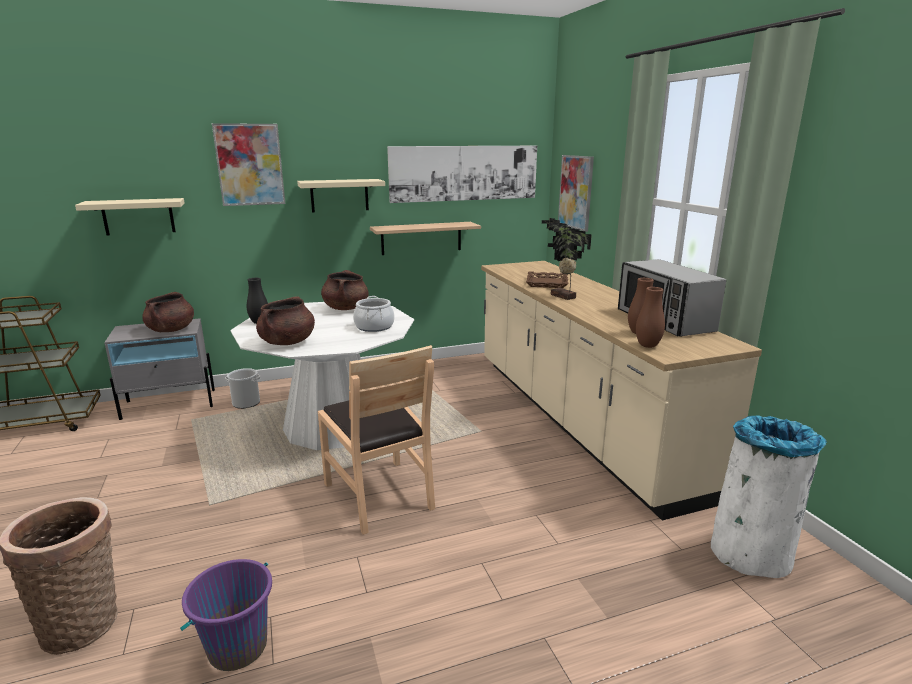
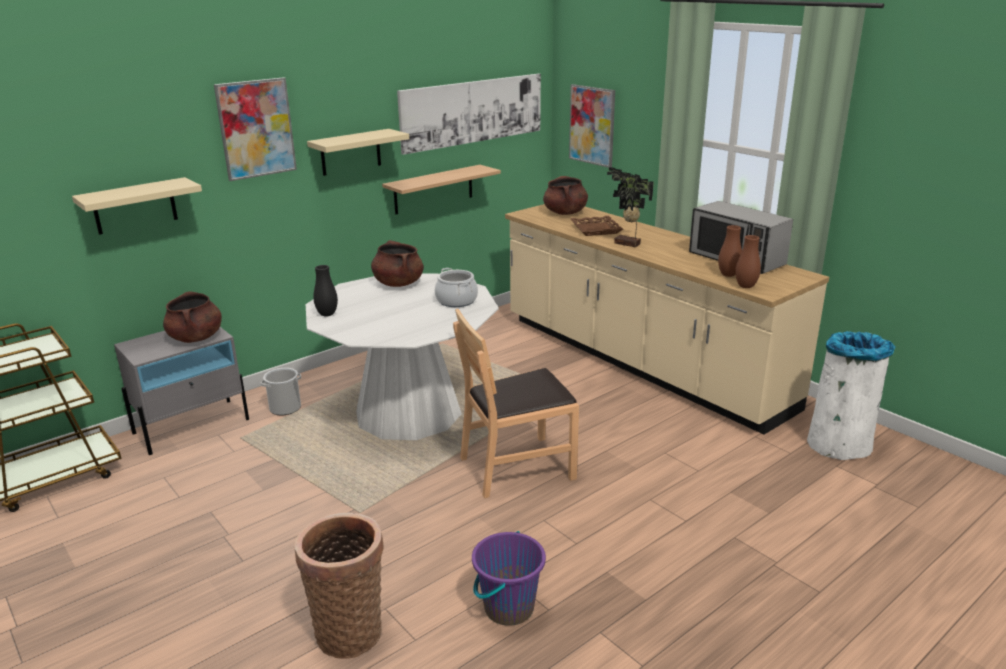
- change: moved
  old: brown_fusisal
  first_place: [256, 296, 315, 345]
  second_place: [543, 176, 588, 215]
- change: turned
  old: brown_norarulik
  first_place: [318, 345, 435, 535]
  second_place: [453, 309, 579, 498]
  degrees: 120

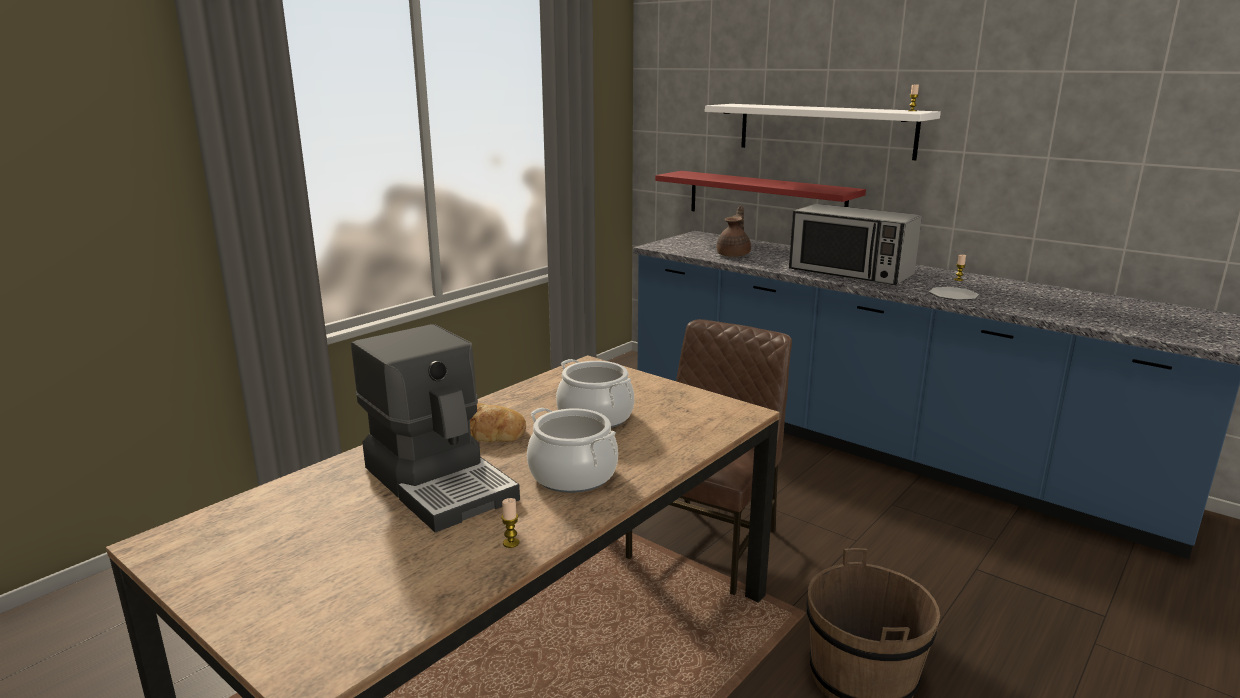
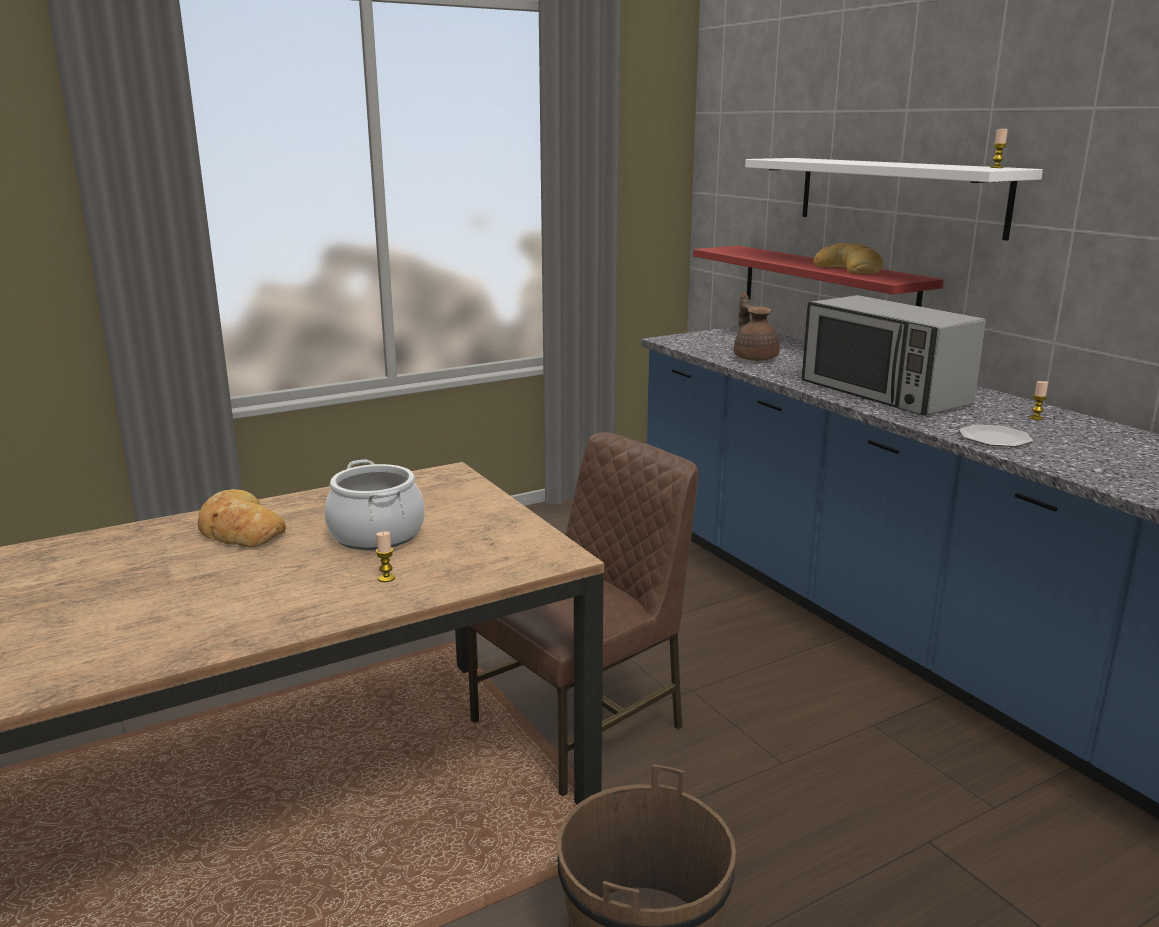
- change: removed
  old: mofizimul
  first_place: [351, 324, 520, 532]
- change: moved
  old: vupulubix
  first_place: [501, 498, 519, 548]
  second_place: [376, 531, 395, 582]
- change: removed
  old: fusisal
  first_place: [527, 408, 618, 493]
- change: turned
  old: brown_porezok
  first_place: [717, 205, 751, 257]
  second_place: [734, 292, 780, 361]
  degrees: -60
- change: added
  new: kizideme
  second_place: [814, 243, 883, 275]

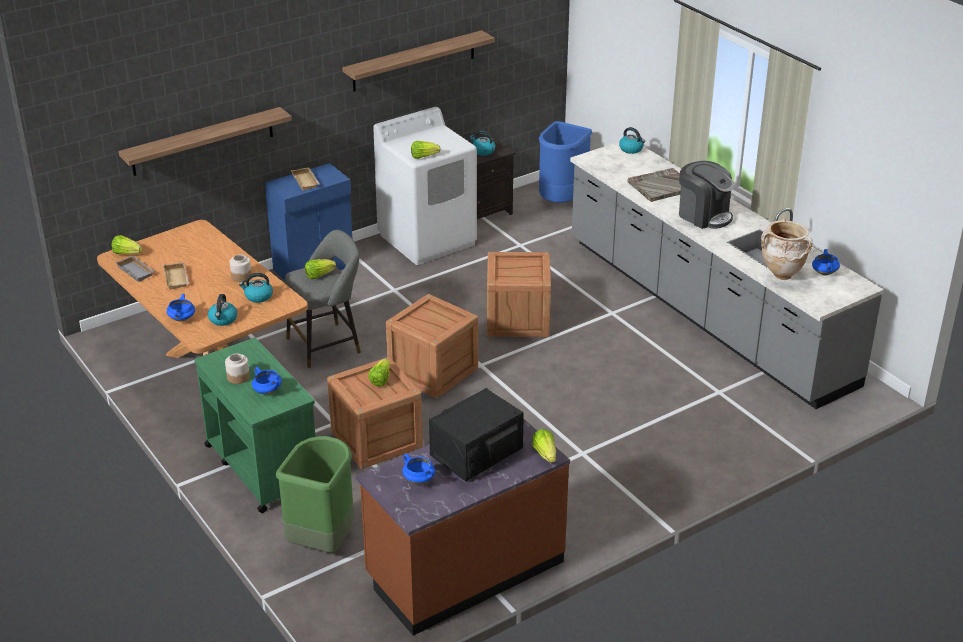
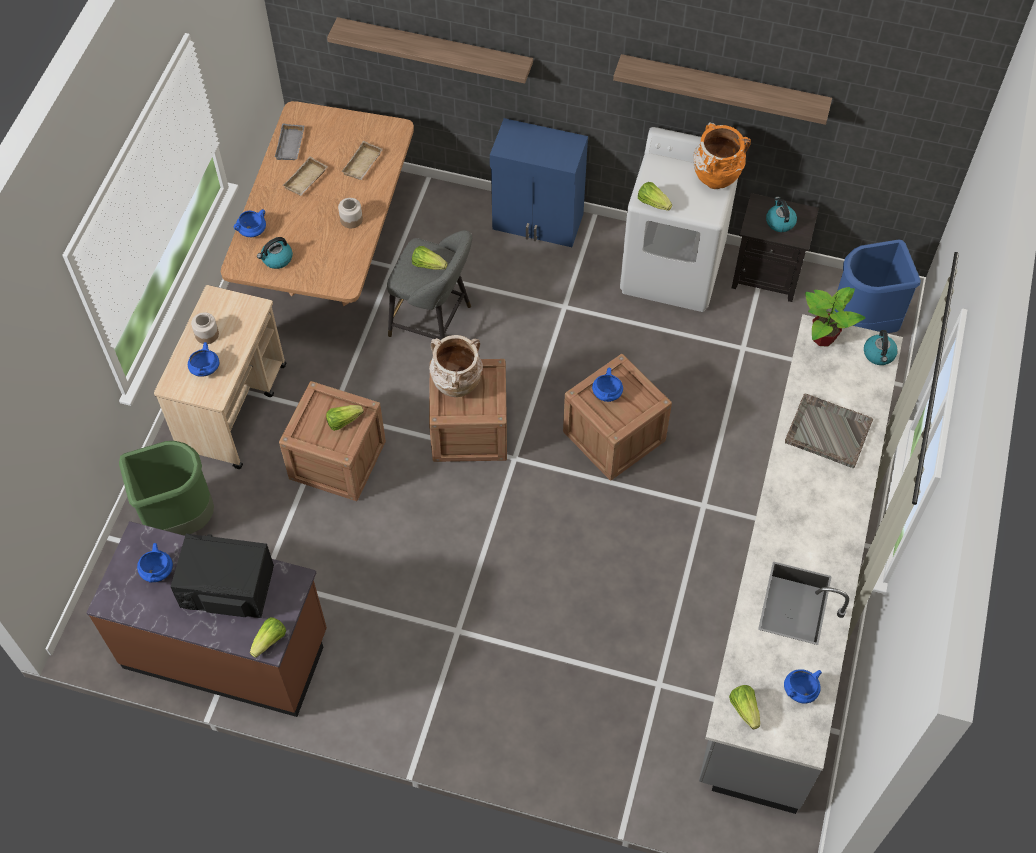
- change: moved
  old: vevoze
  first_place: [111, 235, 143, 254]
  second_place: [729, 685, 760, 729]
- change: recoloured
  old: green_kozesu
  new: beige_kozesu
  first_place: [194, 338, 316, 513]
  second_place: [154, 285, 287, 469]
- change: removed
  old: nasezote
  first_place: [239, 273, 273, 303]
- change: moved
  old: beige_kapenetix
  first_place: [291, 167, 320, 191]
  second_place: [341, 141, 383, 180]
- change: removed
  old: mofizimul
  first_place: [679, 161, 734, 229]
- change: moved
  old: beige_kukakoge
  first_place: [761, 218, 813, 280]
  second_place: [429, 335, 483, 397]
- change: added
  new: blue_fusisal
  second_place: [592, 368, 623, 402]
- change: added
  new: orange_kukakoge
  second_place: [693, 122, 751, 189]
- change: added
  new: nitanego
  second_place: [805, 287, 866, 347]

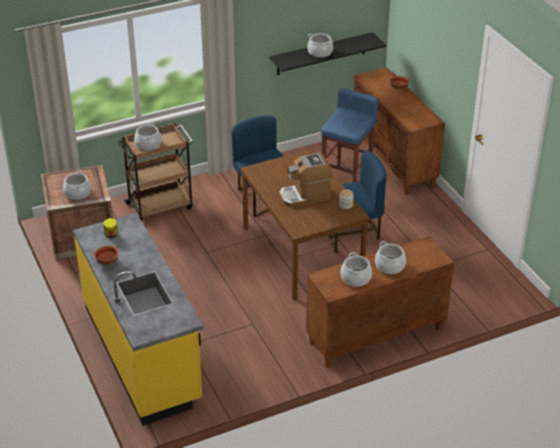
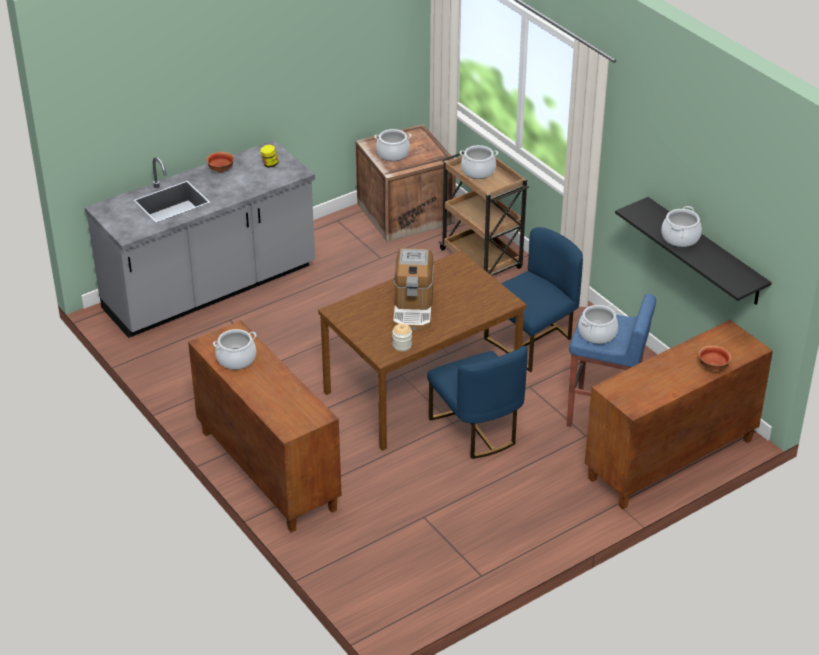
- change: recoloured
  old: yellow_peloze
  new: grey_peloze
  first_place: [73, 213, 203, 426]
  second_place: [85, 140, 315, 338]
- change: turned
  old: mofizimul
  first_place: [279, 153, 333, 207]
  second_place: [393, 248, 434, 331]
  degrees: -150
- change: moved
  old: fusisal
  first_place: [375, 241, 406, 274]
  second_place: [578, 305, 618, 344]

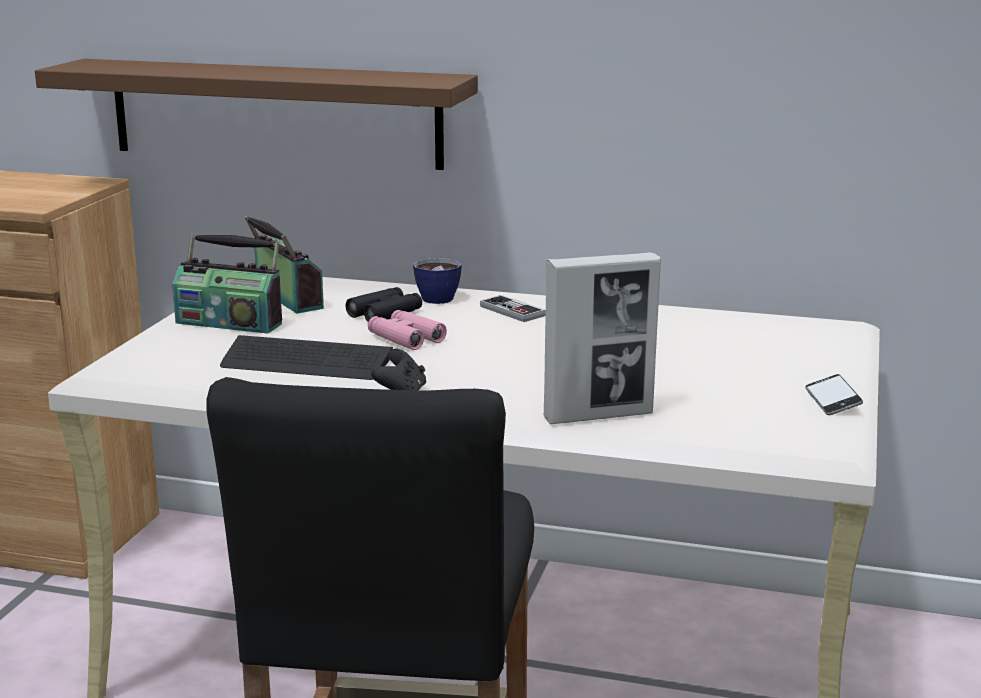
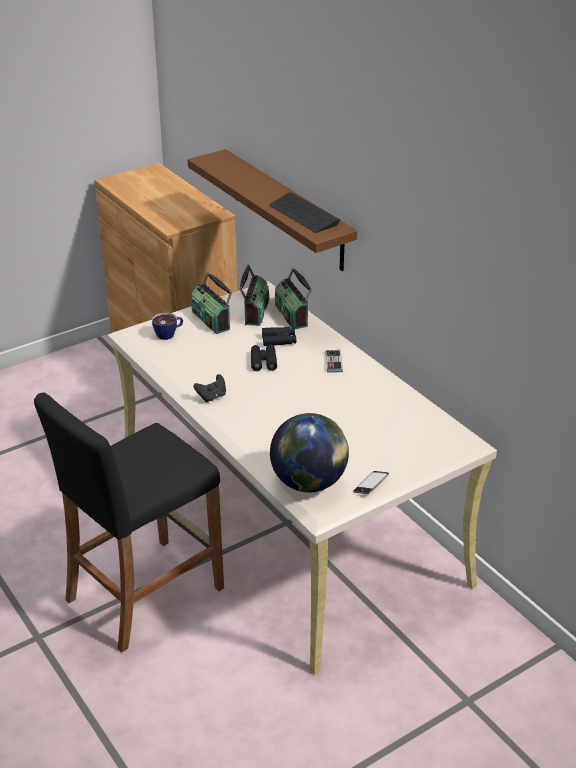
- change: moved
  old: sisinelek
  first_place: [220, 335, 393, 380]
  second_place: [269, 192, 340, 233]
- change: recoloured
  old: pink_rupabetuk
  new: black_rupabetuk
  first_place: [368, 310, 447, 350]
  second_place: [251, 345, 277, 371]
- change: moved
  old: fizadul
  first_place: [413, 258, 462, 304]
  second_place: [152, 313, 183, 340]
- change: removed
  old: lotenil
  first_place: [544, 252, 661, 424]
- change: added
  new: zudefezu
  second_place: [270, 413, 349, 493]
- change: added
  new: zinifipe
  second_place: [275, 267, 312, 329]

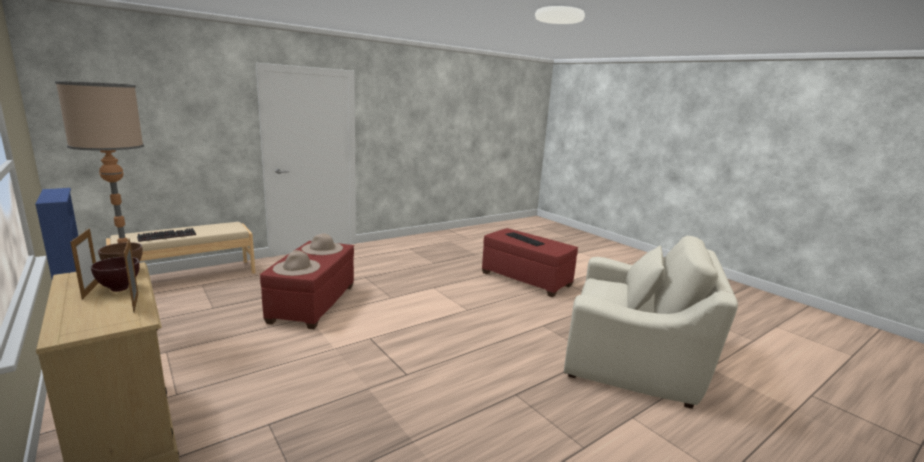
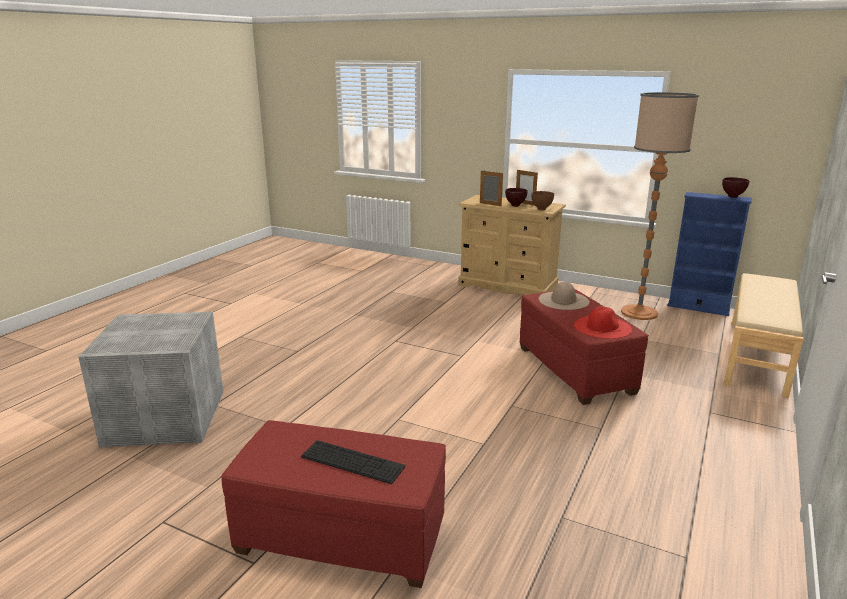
- change: removed
  old: sisinelek
  first_place: [137, 228, 196, 242]
- change: recoloured
  old: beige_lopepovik
  new: red_lopepovik
  first_place: [301, 233, 343, 255]
  second_place: [574, 306, 632, 339]
- change: replaced
  old: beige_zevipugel
  new: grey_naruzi
  first_place: [564, 236, 738, 409]
  second_place: [78, 312, 224, 447]
- change: added
  new: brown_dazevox
  second_place: [722, 177, 750, 198]

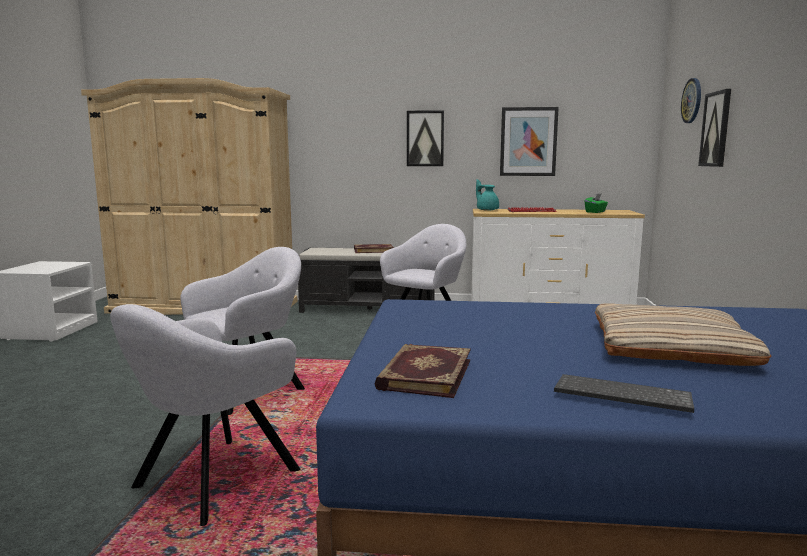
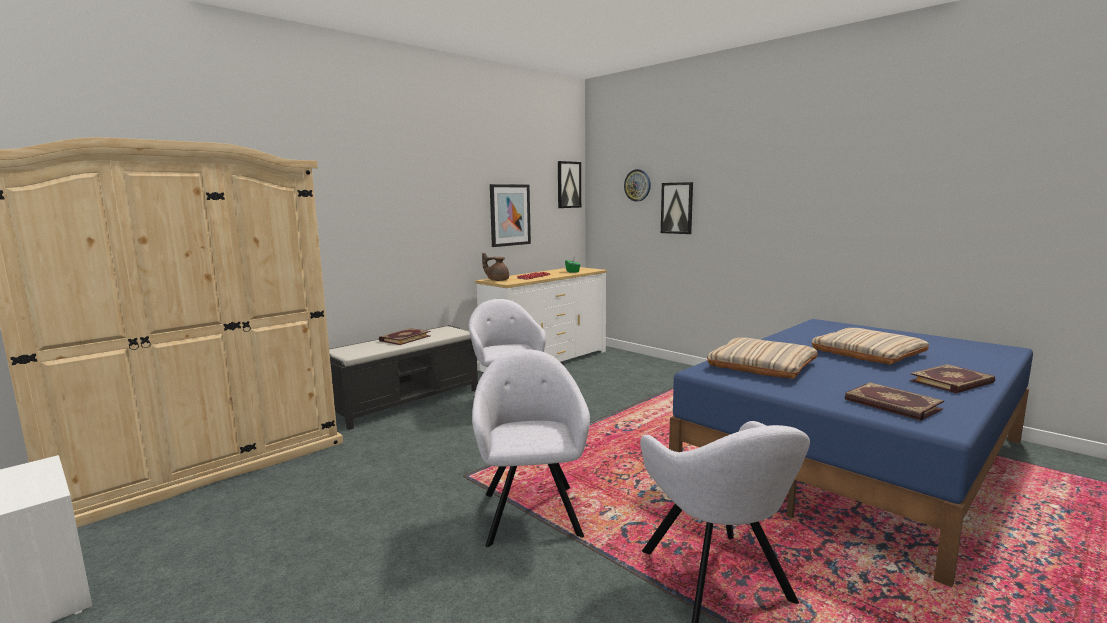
- change: moved
  old: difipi
  first_place: [407, 110, 444, 166]
  second_place: [558, 161, 581, 208]
- change: recoloured
  old: turquoise_porezok
  new: brown_porezok
  first_place: [476, 179, 499, 211]
  second_place: [482, 252, 509, 281]
- change: replaced
  old: sisinelek
  new: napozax
  first_place: [554, 374, 694, 413]
  second_place: [910, 364, 995, 393]
- change: added
  new: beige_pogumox
  second_place: [707, 338, 818, 379]

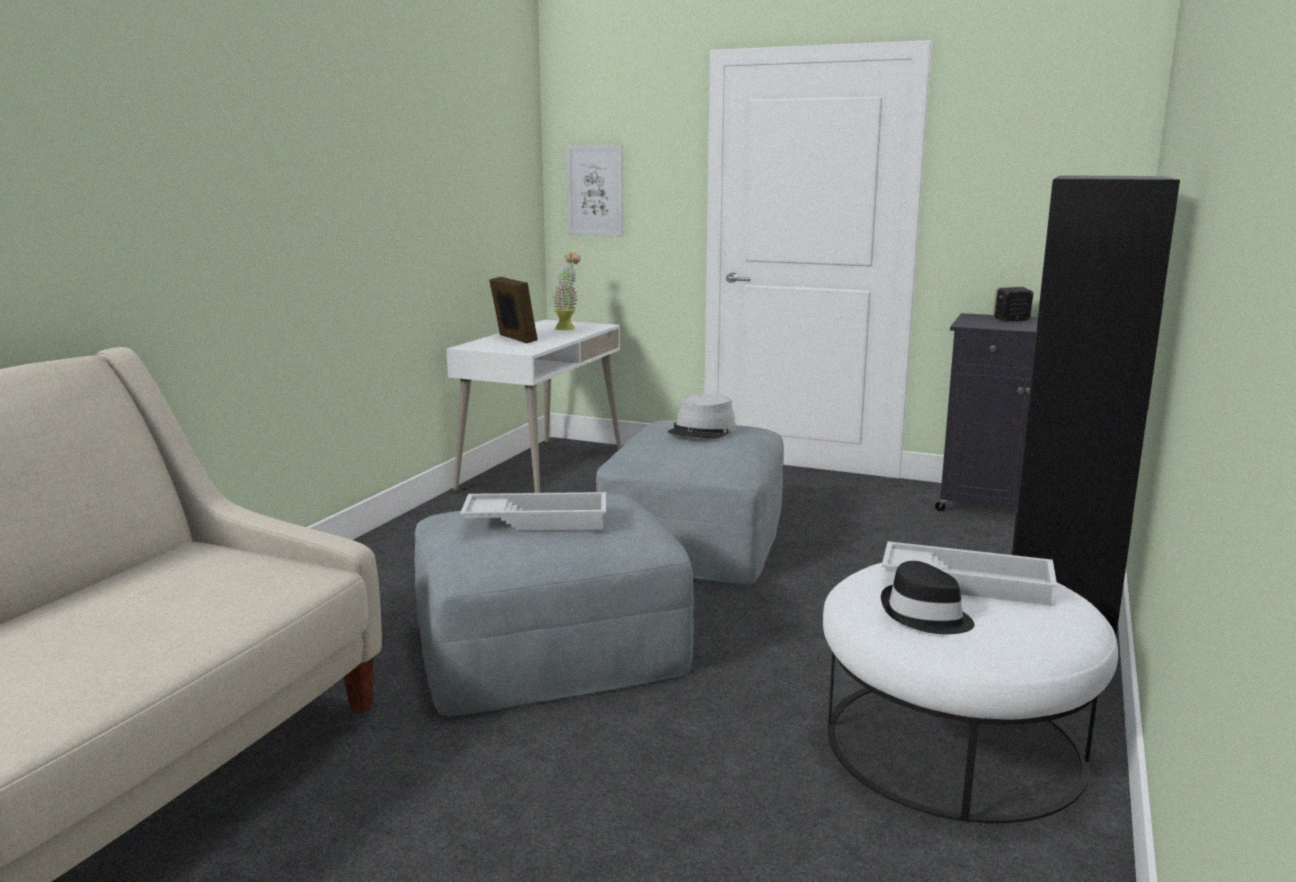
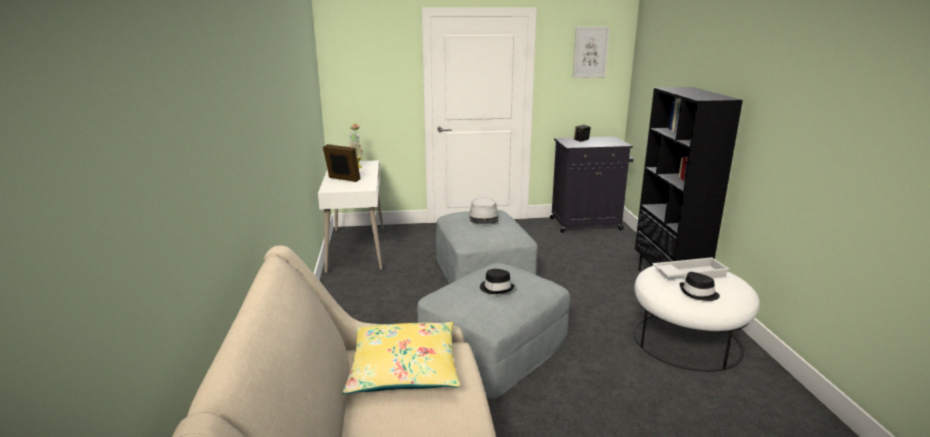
- change: replaced
  old: white_kapenetix
  new: black_lopepovik
  first_place: [460, 492, 606, 530]
  second_place: [480, 269, 515, 294]
- change: moved
  old: difipi
  first_place: [566, 145, 623, 237]
  second_place: [573, 27, 610, 78]
- change: added
  new: yellow_pogumox
  second_place: [342, 322, 460, 394]

